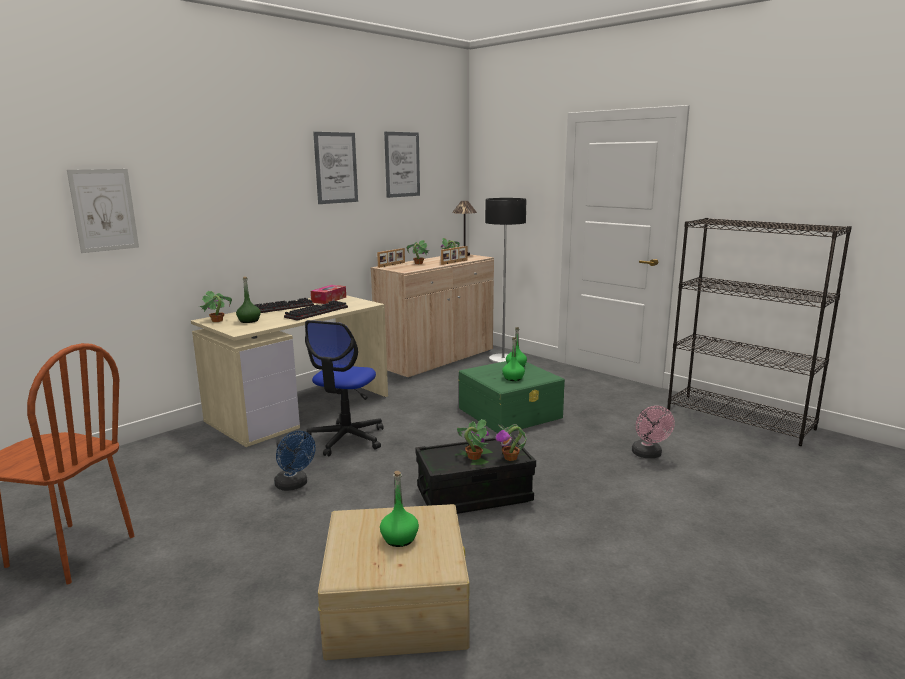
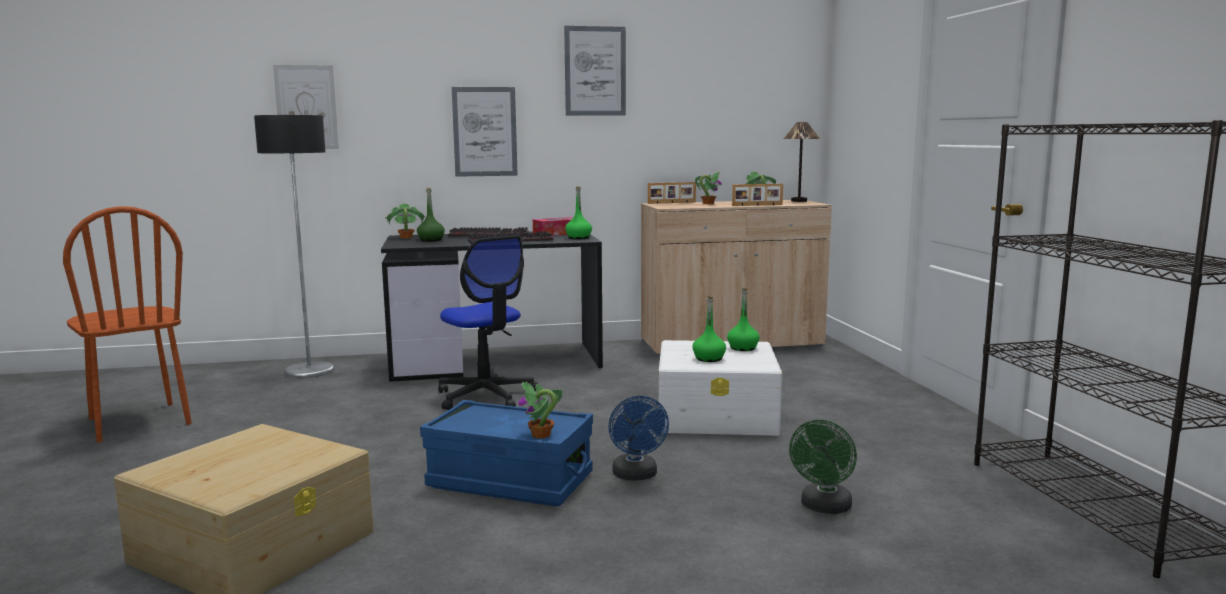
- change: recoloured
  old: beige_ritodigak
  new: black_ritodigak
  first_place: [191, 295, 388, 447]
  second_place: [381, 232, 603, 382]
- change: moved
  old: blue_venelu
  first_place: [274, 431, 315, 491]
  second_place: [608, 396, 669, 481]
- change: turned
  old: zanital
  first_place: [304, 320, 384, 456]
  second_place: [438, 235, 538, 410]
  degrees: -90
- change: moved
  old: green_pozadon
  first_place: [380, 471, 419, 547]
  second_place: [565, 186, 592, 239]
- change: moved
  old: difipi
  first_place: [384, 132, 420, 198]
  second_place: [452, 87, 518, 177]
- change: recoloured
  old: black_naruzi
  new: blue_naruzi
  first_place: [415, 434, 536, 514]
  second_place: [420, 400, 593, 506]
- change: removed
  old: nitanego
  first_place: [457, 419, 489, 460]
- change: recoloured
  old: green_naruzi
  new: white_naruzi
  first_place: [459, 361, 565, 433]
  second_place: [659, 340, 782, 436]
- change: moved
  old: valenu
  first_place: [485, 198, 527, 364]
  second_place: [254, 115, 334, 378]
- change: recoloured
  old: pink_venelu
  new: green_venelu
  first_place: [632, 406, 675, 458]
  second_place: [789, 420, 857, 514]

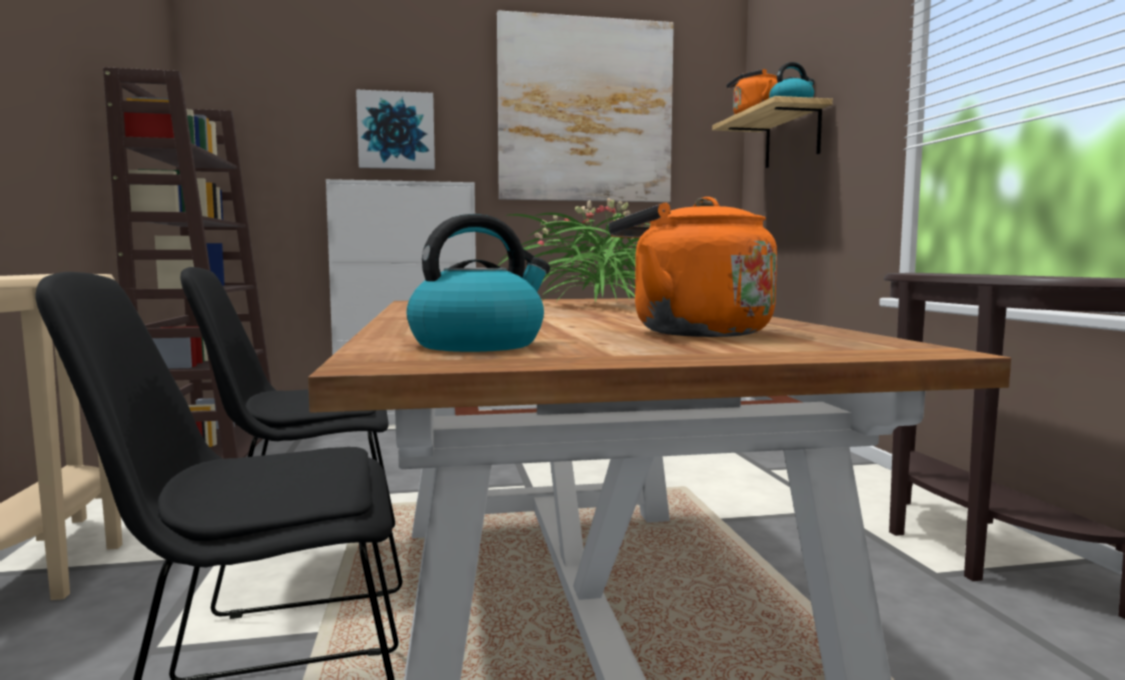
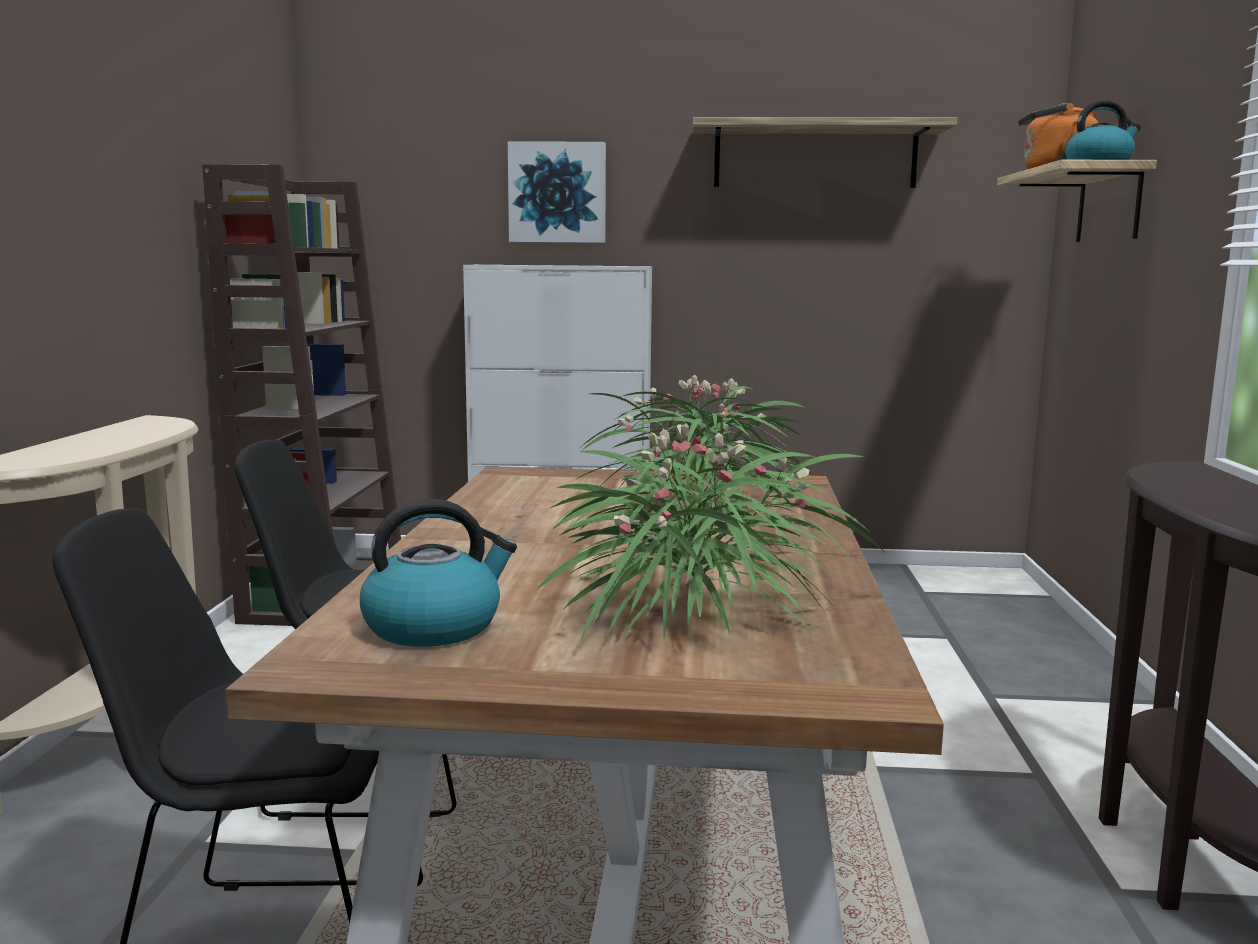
- change: replaced
  old: difipi
  new: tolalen
  first_place: [497, 10, 674, 202]
  second_place: [693, 117, 958, 188]
- change: replaced
  old: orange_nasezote
  new: nitanego
  first_place: [609, 197, 777, 337]
  second_place: [536, 423, 883, 641]

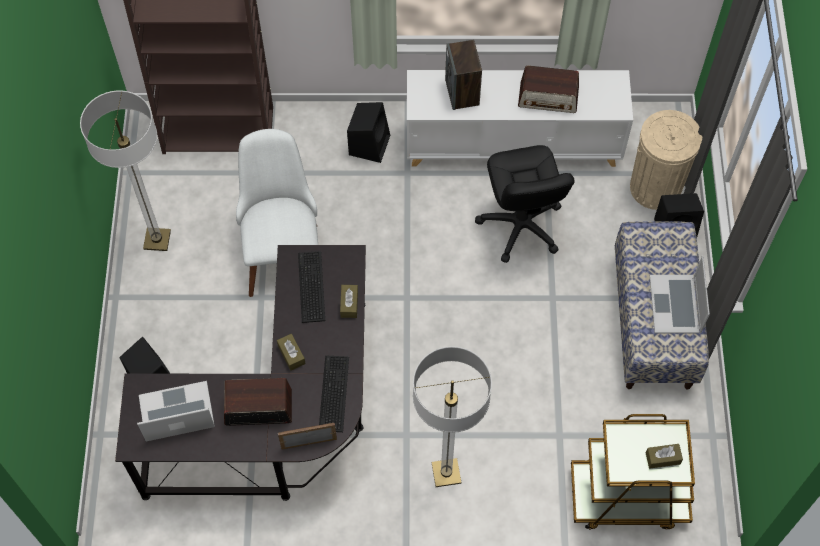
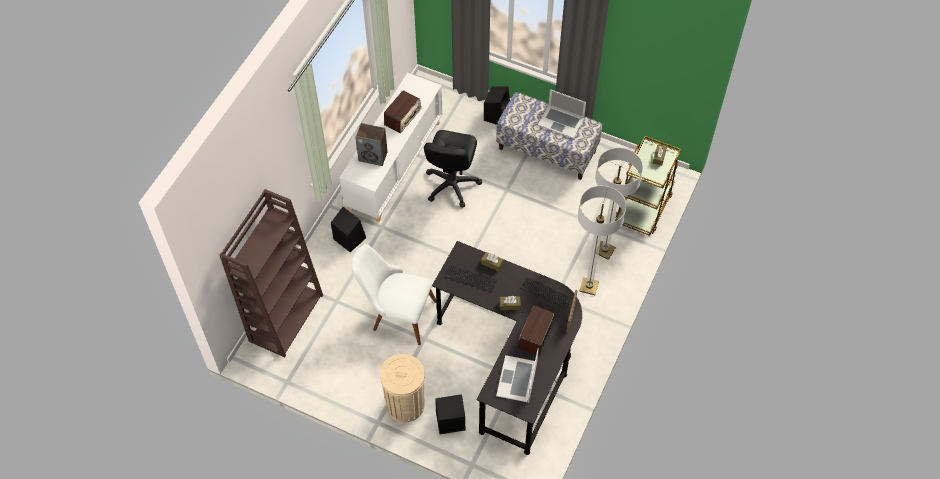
- change: moved
  old: valenu
  first_place: [80, 91, 171, 251]
  second_place: [595, 148, 643, 260]
- change: turned
  old: black_zanital
  first_place: [475, 145, 575, 263]
  second_place: [424, 130, 482, 208]
  degrees: 90
- change: moved
  old: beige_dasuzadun
  first_place: [630, 110, 702, 210]
  second_place: [380, 354, 425, 422]

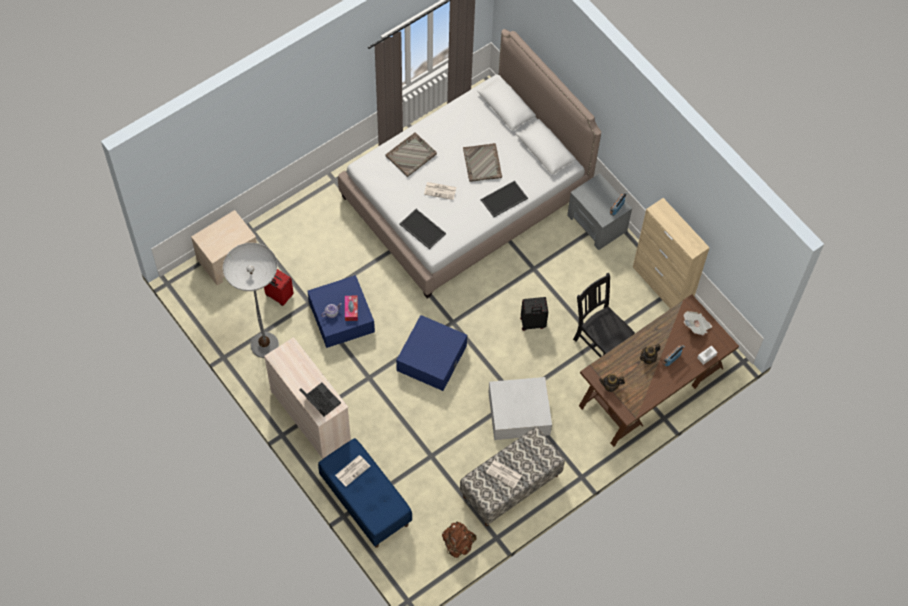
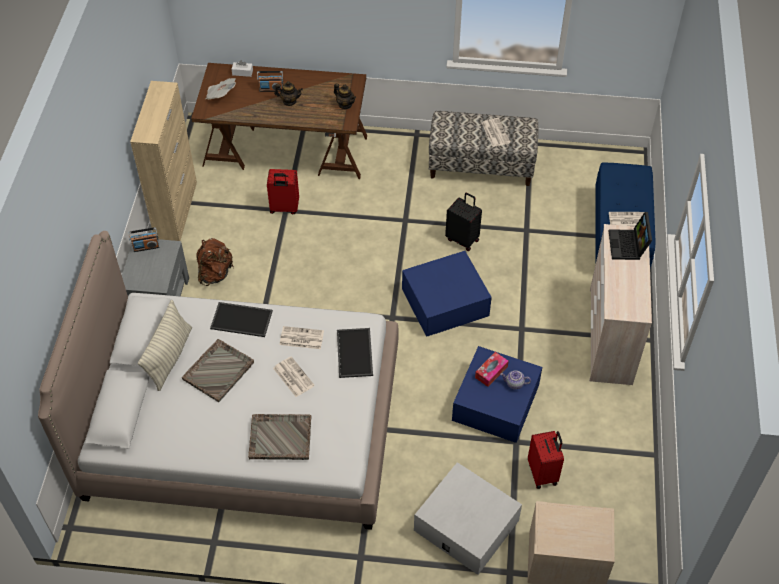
- change: removed
  old: valenu
  first_place: [223, 243, 279, 358]
- change: moved
  old: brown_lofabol
  first_place: [442, 522, 477, 558]
  second_place: [196, 238, 233, 286]
- change: moved
  old: white_naruzi
  first_place: [488, 377, 552, 440]
  second_place: [414, 462, 522, 575]
- change: moved
  old: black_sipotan
  first_place: [520, 297, 548, 331]
  second_place: [445, 192, 482, 251]
- change: replaced
  old: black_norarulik
  new: red_sipotan
  first_place: [573, 273, 635, 357]
  second_place: [267, 169, 299, 214]
- change: added
  new: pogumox
  second_place: [138, 300, 192, 391]
- change: added
  new: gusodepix
  second_place: [280, 326, 324, 349]

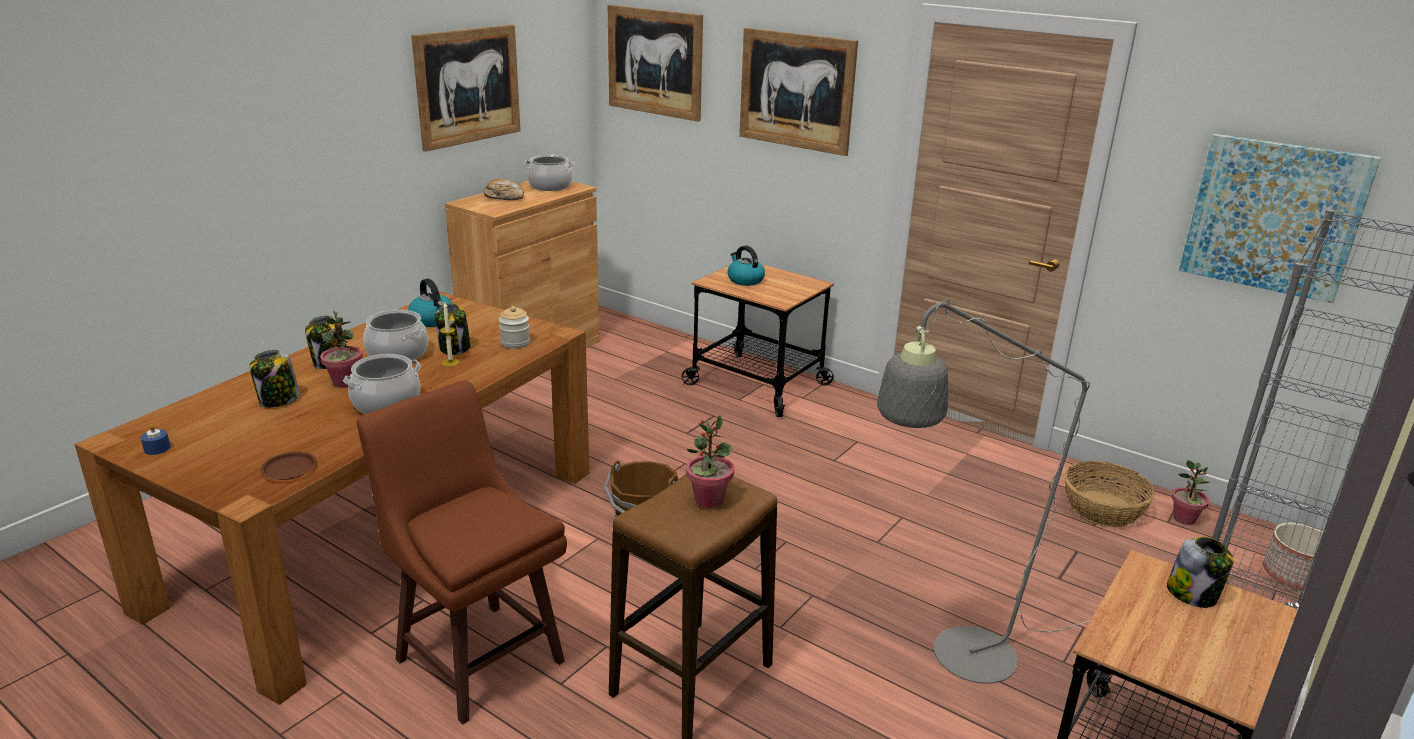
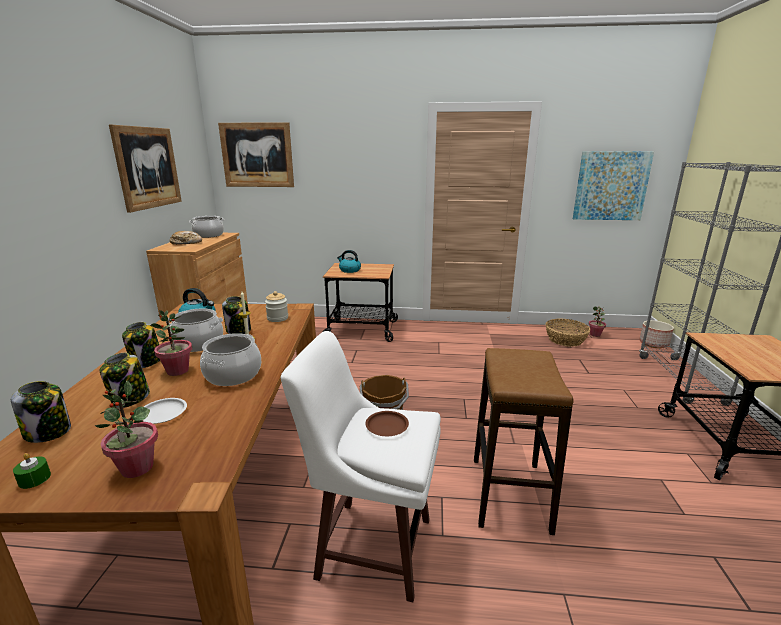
- change: recoloured
  old: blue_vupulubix
  new: green_vupulubix
  first_place: [141, 424, 171, 455]
  second_place: [13, 453, 51, 489]
- change: moved
  old: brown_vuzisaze
  first_place: [260, 452, 317, 480]
  second_place: [365, 411, 409, 436]
- change: recoloured
  old: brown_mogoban
  new: white_mogoban
  first_place: [357, 381, 567, 725]
  second_place: [281, 331, 441, 602]
- change: moved
  old: nitanego
  first_place: [686, 415, 734, 508]
  second_place: [95, 381, 158, 478]
- change: removed
  old: difipi
  first_place: [739, 28, 858, 156]
- change: removed
  old: grey_valenu
  first_place: [877, 299, 1090, 684]
- change: moved
  old: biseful
  first_place: [1167, 537, 1234, 608]
  second_place: [11, 381, 71, 443]
- change: added
  new: white_vuzisaze
  second_place: [143, 398, 187, 424]

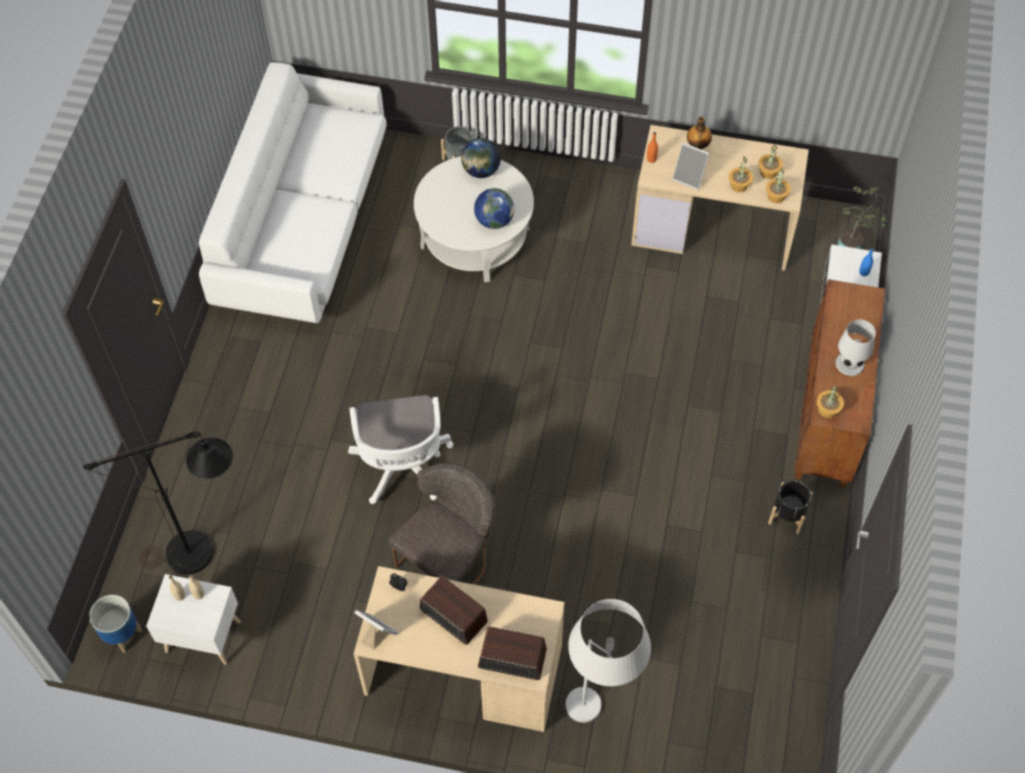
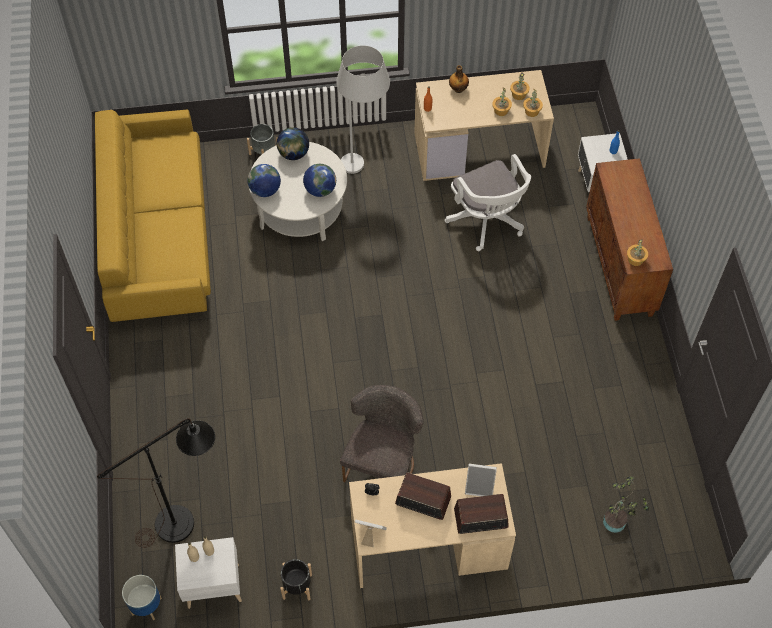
- change: recoloured
  old: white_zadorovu
  new: yellow_zadorovu
  first_place: [199, 62, 387, 323]
  second_place: [95, 109, 211, 322]
- change: moved
  old: white_zanital
  first_place: [348, 395, 453, 504]
  second_place: [445, 154, 531, 251]
- change: moved
  old: white_valenu
  first_place: [566, 599, 651, 723]
  second_place: [336, 45, 390, 174]
- change: moved
  old: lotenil
  first_place: [672, 143, 709, 190]
  second_place: [465, 463, 497, 496]
- change: moved
  old: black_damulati
  first_place: [768, 480, 813, 534]
  second_place: [280, 559, 312, 600]
- change: removed
  old: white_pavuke
  first_place: [836, 319, 876, 376]
- change: moved
  old: nitanego
  first_place: [838, 186, 886, 249]
  second_place: [603, 476, 649, 533]
- change: added
  new: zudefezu
  second_place: [247, 164, 281, 197]

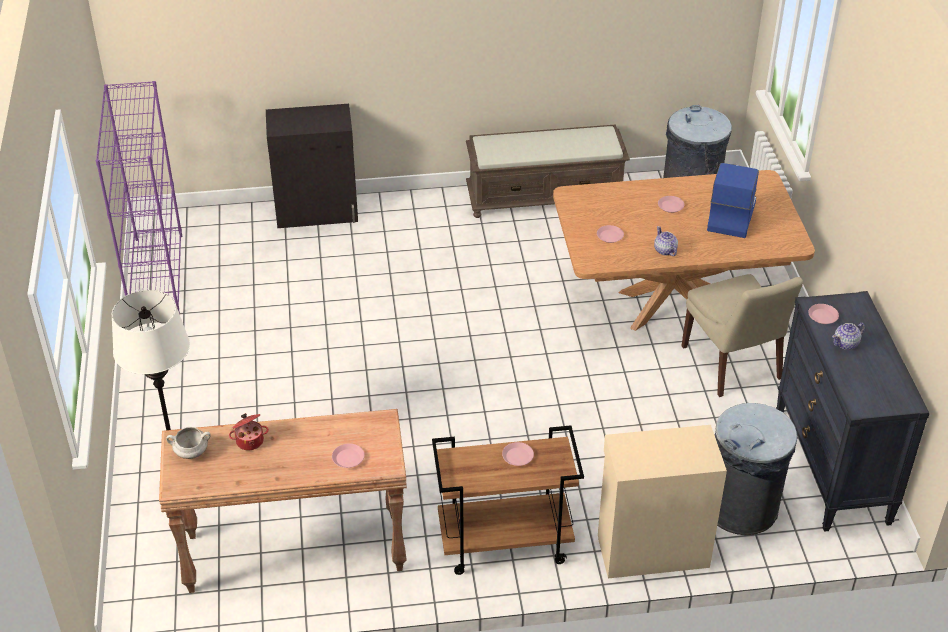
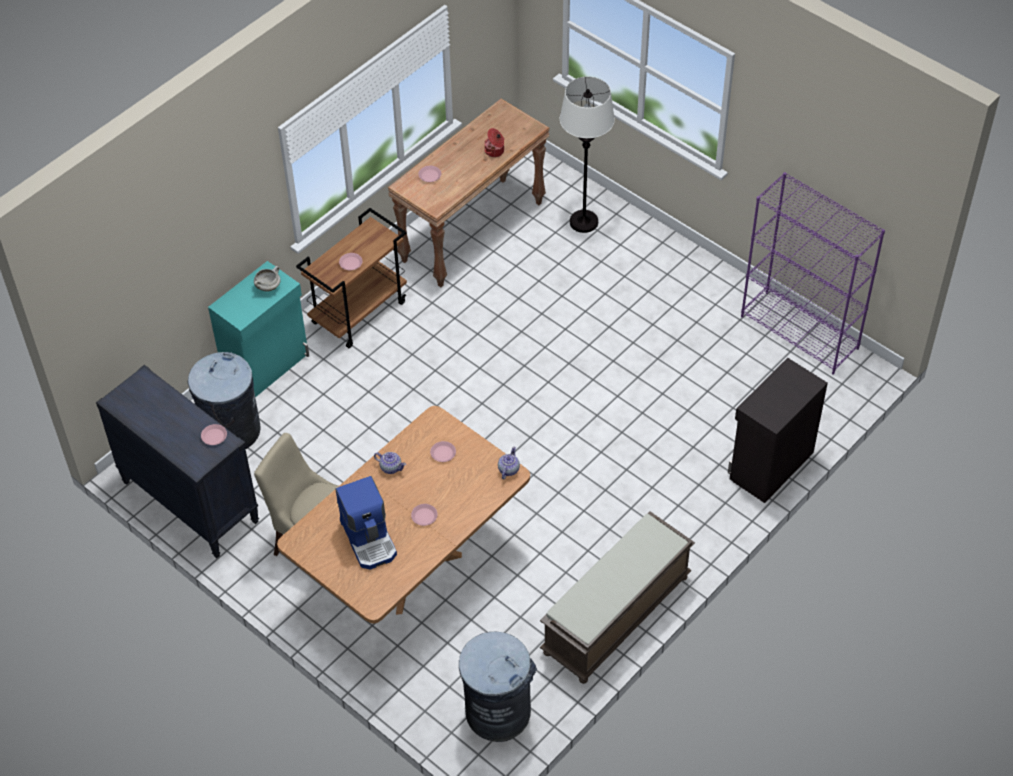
- change: moved
  old: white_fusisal
  first_place: [166, 427, 211, 459]
  second_place: [254, 266, 281, 292]
- change: recoloured
  old: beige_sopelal
  new: turquoise_sopelal
  first_place: [598, 425, 727, 579]
  second_place: [208, 261, 309, 397]
- change: moved
  old: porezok
  first_place: [832, 323, 865, 350]
  second_place: [498, 446, 520, 479]

